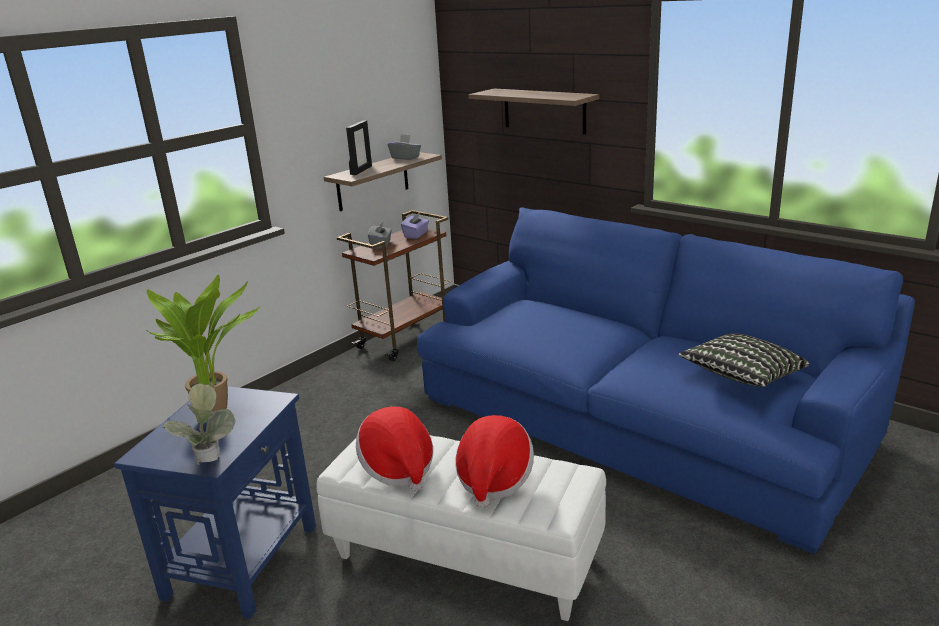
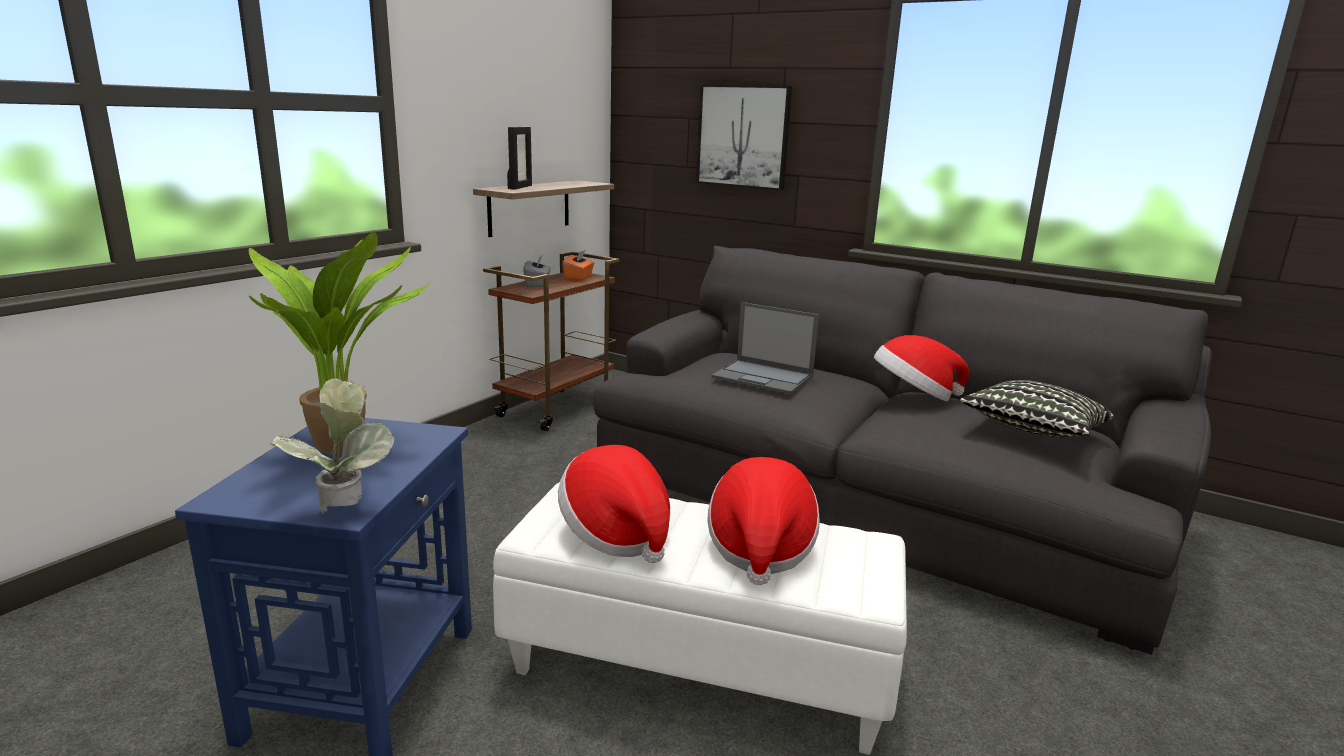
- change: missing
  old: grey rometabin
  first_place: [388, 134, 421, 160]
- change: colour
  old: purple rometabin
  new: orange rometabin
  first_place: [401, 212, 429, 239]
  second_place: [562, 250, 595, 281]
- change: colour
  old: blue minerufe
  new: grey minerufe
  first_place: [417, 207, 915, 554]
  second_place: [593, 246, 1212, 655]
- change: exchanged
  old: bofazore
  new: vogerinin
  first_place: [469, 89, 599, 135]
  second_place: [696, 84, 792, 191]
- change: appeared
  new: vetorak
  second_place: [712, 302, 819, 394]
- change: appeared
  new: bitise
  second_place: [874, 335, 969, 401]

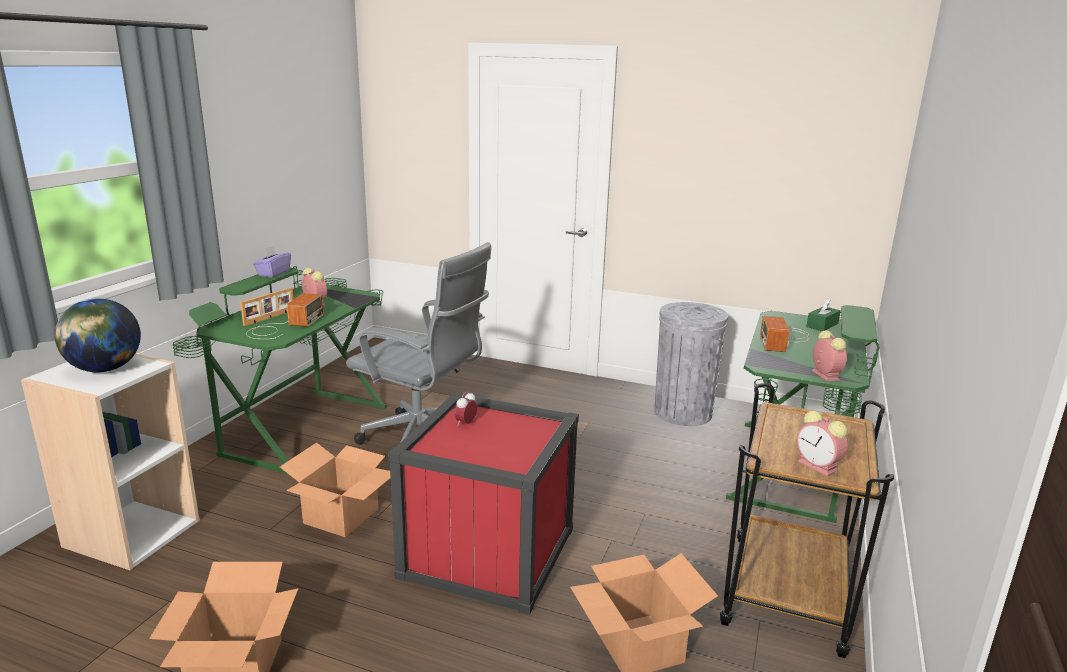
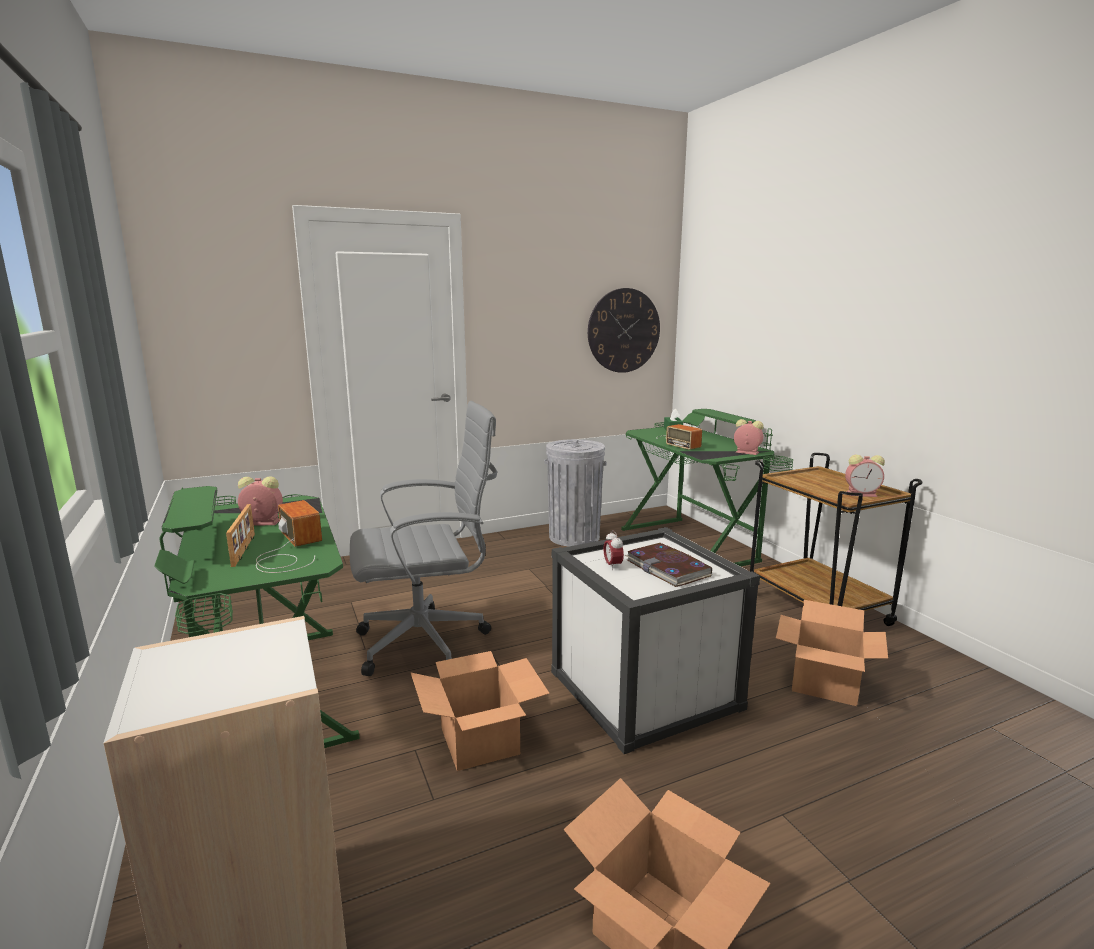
- change: missing
  old: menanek
  first_place: [55, 299, 141, 372]
- change: missing
  old: purple rometabin
  first_place: [253, 246, 291, 278]
- change: colour
  old: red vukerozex
  new: white vukerozex
  first_place: [388, 392, 579, 615]
  second_place: [551, 527, 760, 754]
- change: appeared
  new: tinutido
  second_place: [588, 288, 660, 373]
- change: appeared
  new: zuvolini
  second_place: [625, 543, 713, 587]

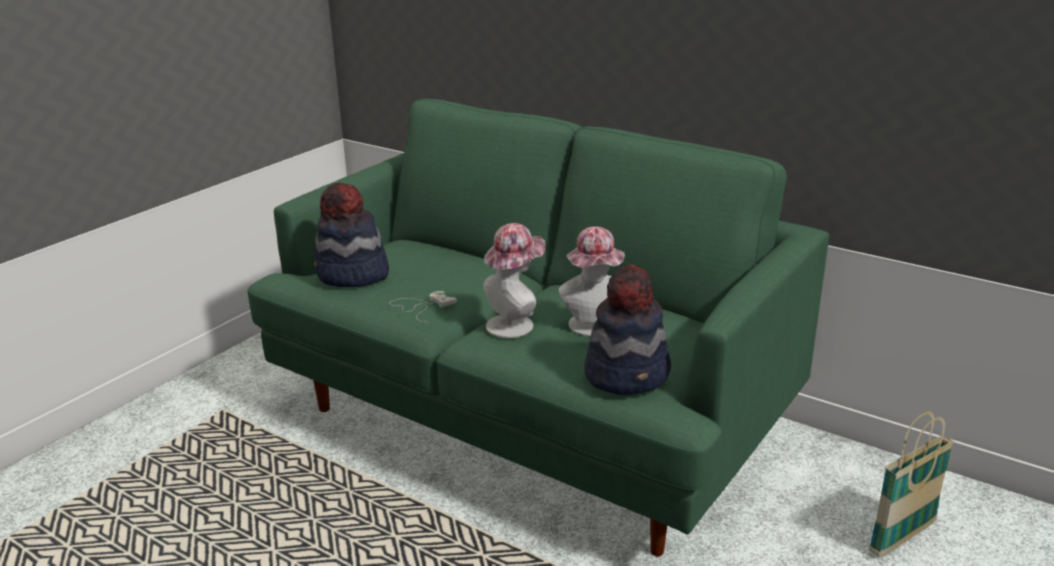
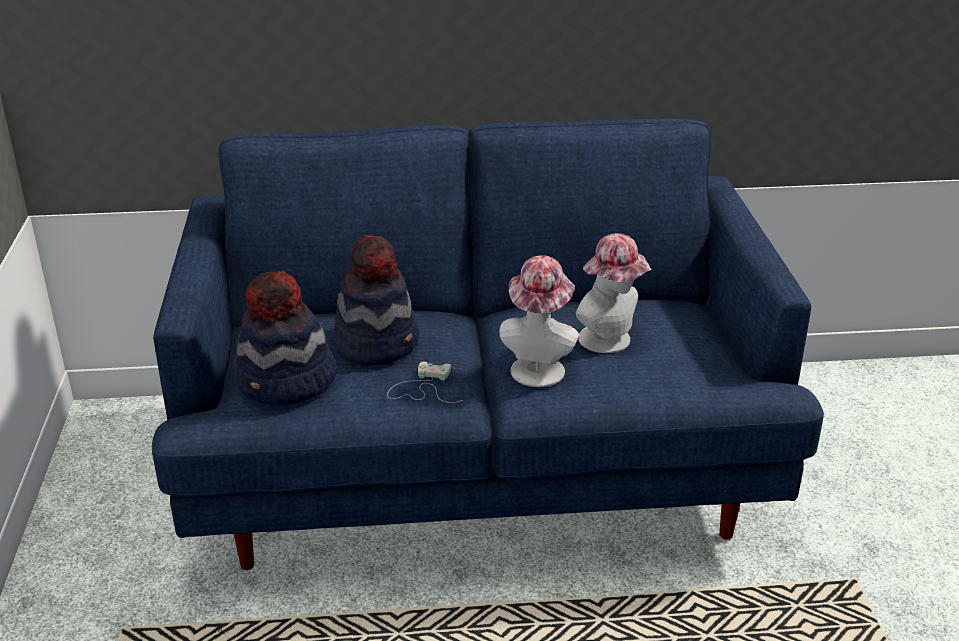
- change: colour
  old: green minerufe
  new: blue minerufe
  first_place: [248, 99, 829, 556]
  second_place: [152, 119, 824, 570]
- change: relocated
  old: bitise
  first_place: [584, 264, 671, 395]
  second_place: [333, 235, 419, 365]
- change: missing
  old: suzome
  first_place: [869, 412, 954, 557]

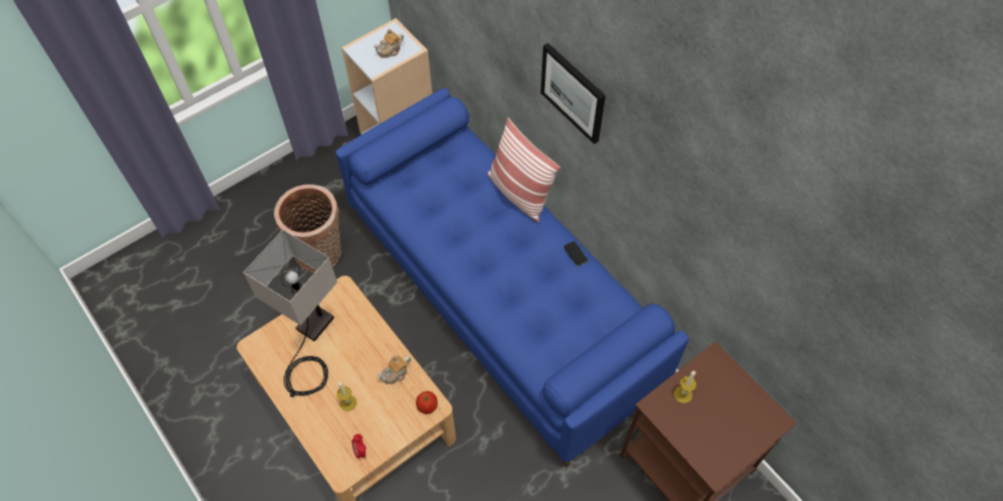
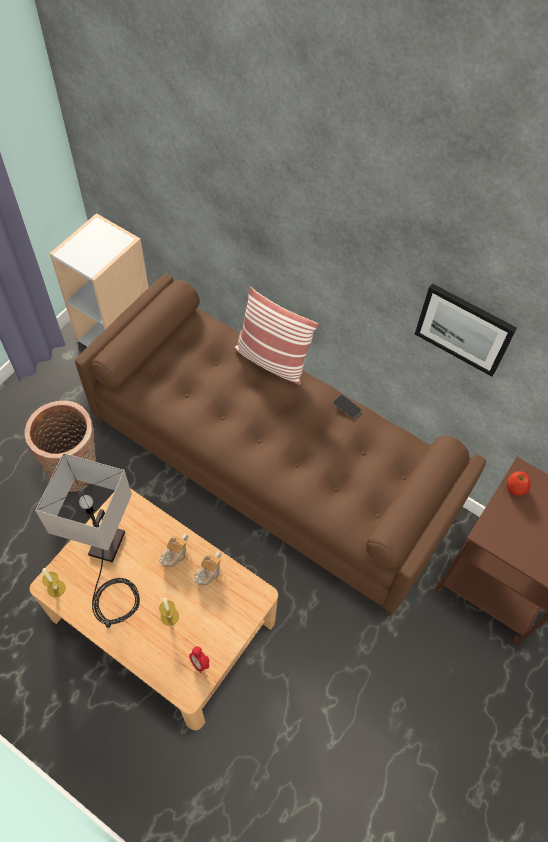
- change: colour
  old: blue minerufe
  new: brown minerufe
  first_place: [336, 88, 689, 467]
  second_place: [75, 273, 486, 617]
- change: relocated
  old: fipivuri
  first_place: [373, 29, 404, 58]
  second_place: [158, 534, 188, 567]
- change: relocated
  old: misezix
  first_place: [416, 391, 438, 414]
  second_place: [507, 471, 531, 496]
- change: relocated
  old: vogerinin
  first_place: [541, 43, 606, 144]
  second_place: [415, 283, 517, 377]
- change: relocated
  old: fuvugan
  first_place: [674, 371, 696, 403]
  second_place: [42, 568, 66, 597]

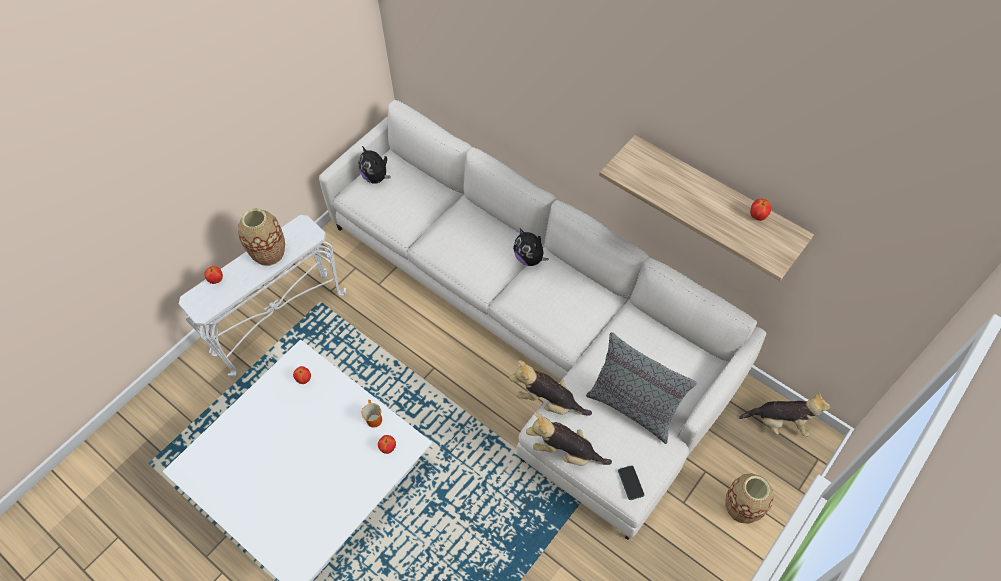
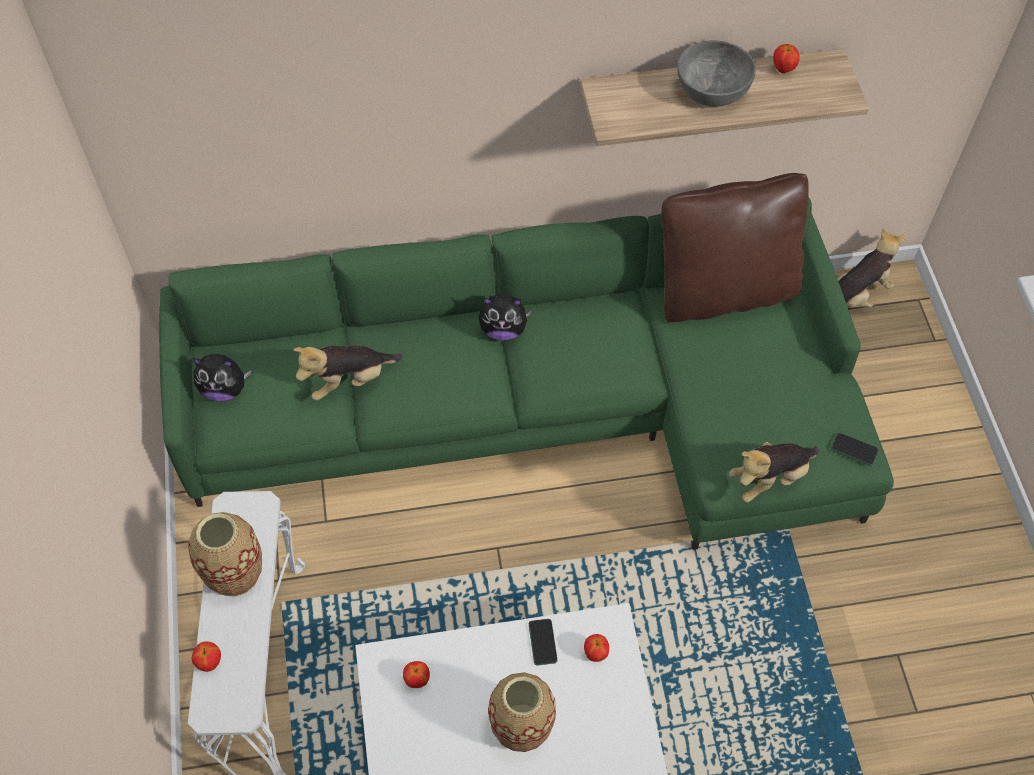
- change: colour
  old: white minerufe
  new: green minerufe
  first_place: [319, 100, 767, 540]
  second_place: [159, 197, 894, 550]
- change: exchanged
  old: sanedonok
  new: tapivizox
  first_place: [362, 400, 382, 428]
  second_place: [529, 619, 558, 666]
- change: relocated
  old: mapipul
  first_place: [509, 360, 592, 416]
  second_place: [293, 346, 403, 400]
- change: missing
  old: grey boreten
  first_place: [586, 332, 697, 444]
- change: relocated
  old: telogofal
  first_place: [725, 473, 774, 524]
  second_place: [488, 672, 556, 752]
- change: appeared
  new: brown boreten
  second_place: [661, 173, 809, 323]
- change: appeared
  new: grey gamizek
  second_place: [677, 40, 756, 107]

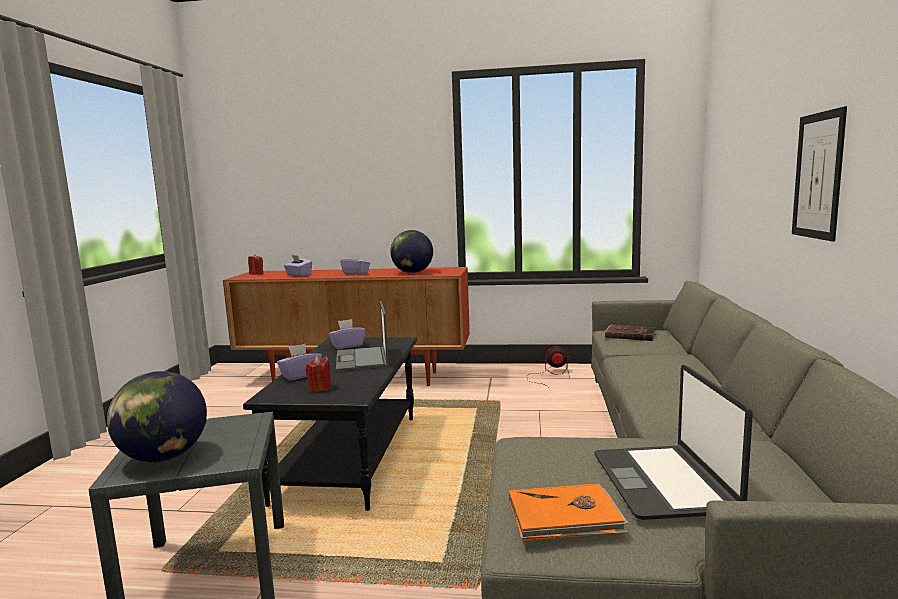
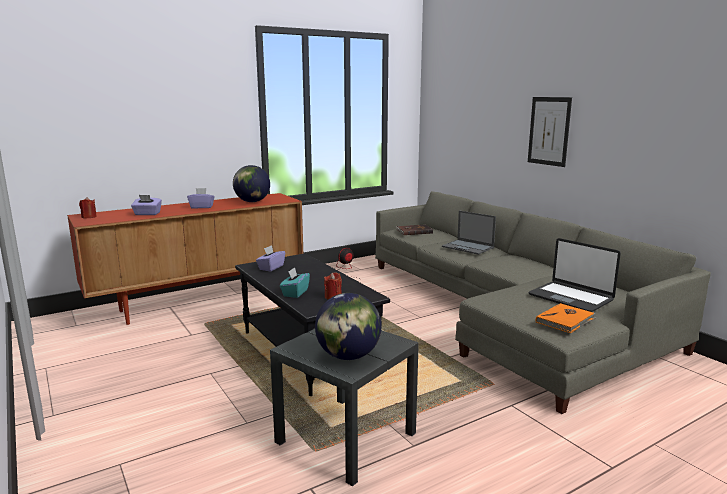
- change: colour
  old: purple rometabin
  new: turquoise rometabin
  first_place: [277, 344, 322, 381]
  second_place: [280, 267, 310, 298]
- change: relocated
  old: vetorak
  first_place: [336, 301, 389, 371]
  second_place: [442, 211, 496, 255]

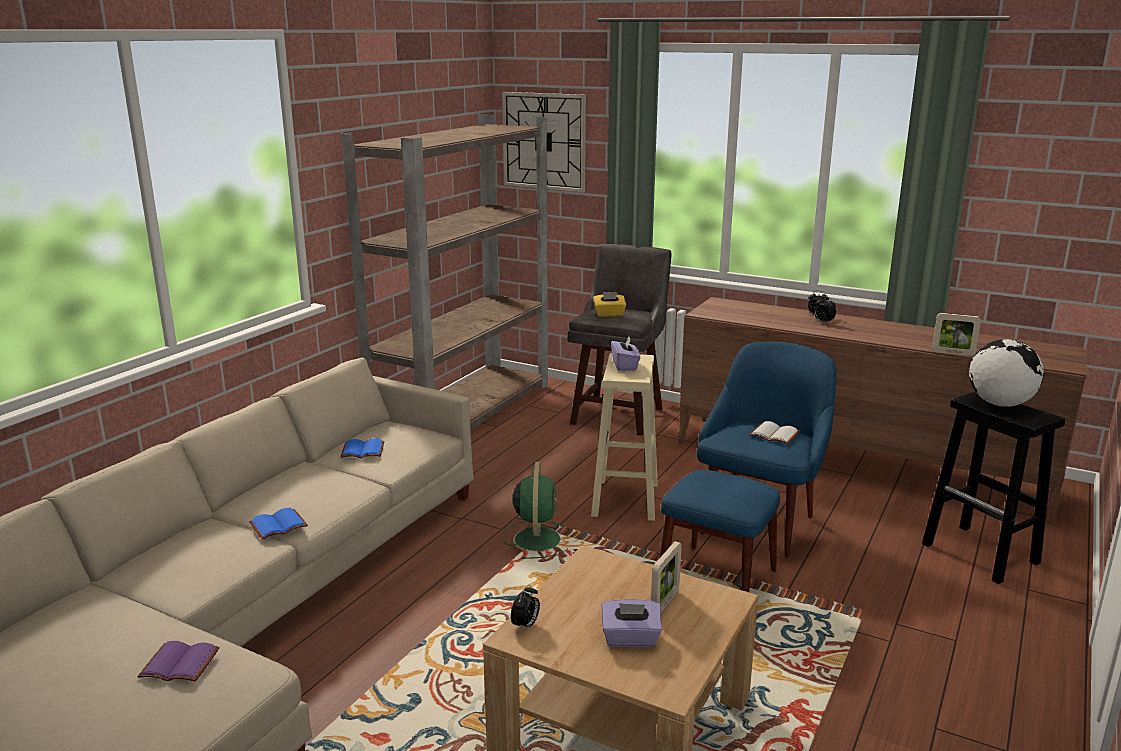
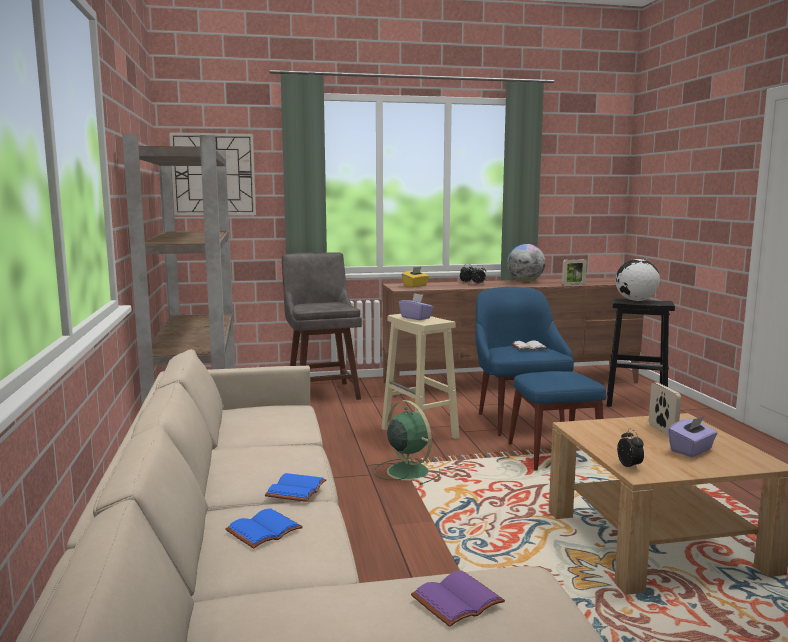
- change: relocated
  old: blue zuvolini
  first_place: [340, 438, 384, 458]
  second_place: [225, 508, 303, 549]
- change: relocated
  old: yellow rometabin
  first_place: [593, 292, 626, 317]
  second_place: [402, 267, 429, 287]
- change: appeared
  new: menanek
  second_place: [507, 244, 545, 282]

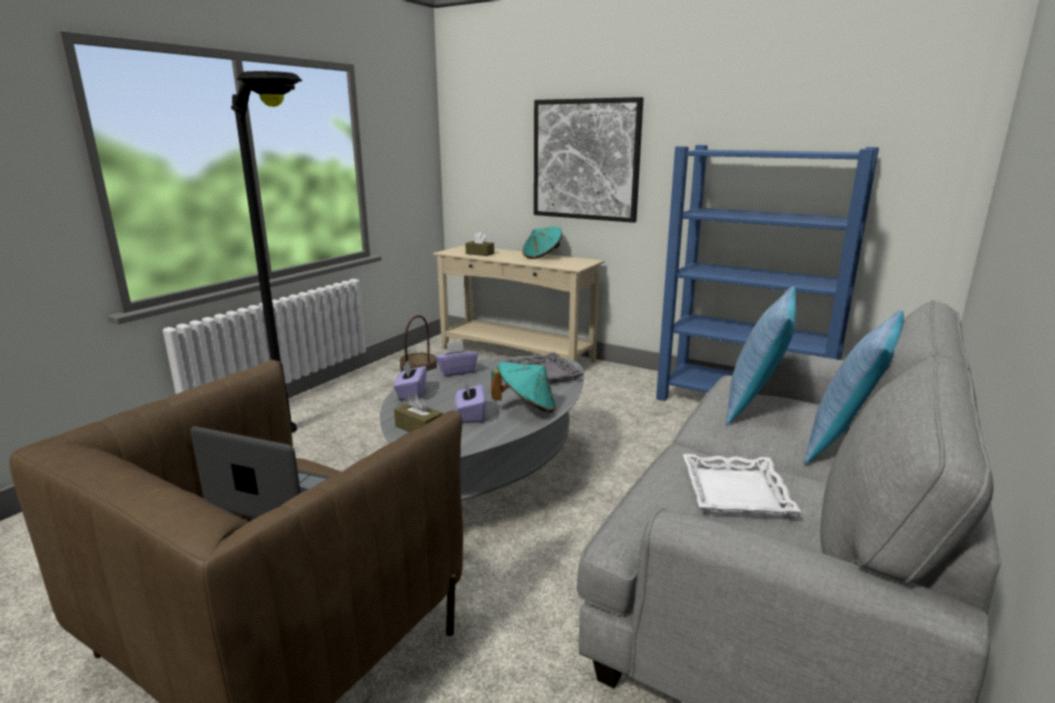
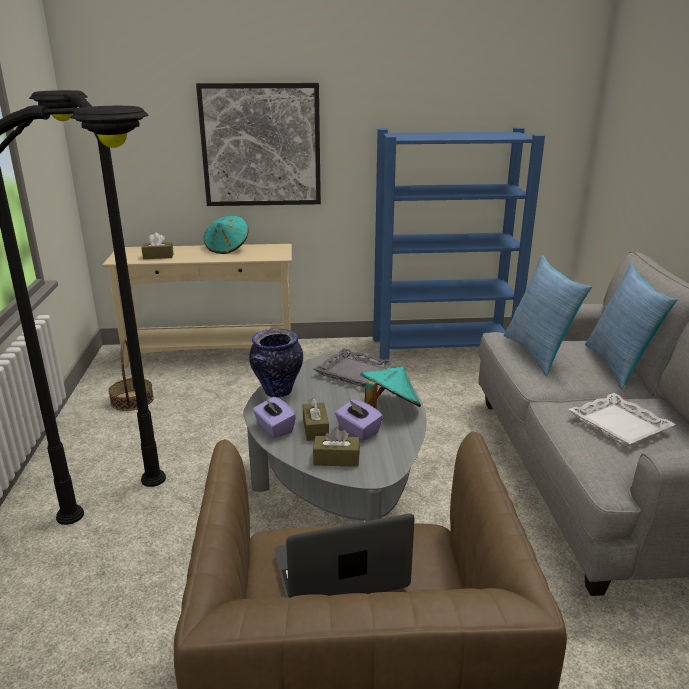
- change: exchanged
  old: purple rometabin
  new: telogofal
  first_place: [435, 341, 478, 376]
  second_place: [249, 328, 303, 398]
- change: appeared
  new: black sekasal
  second_place: [29, 90, 166, 487]
- change: appeared
  new: brown rometabin
  second_place: [303, 398, 329, 441]

